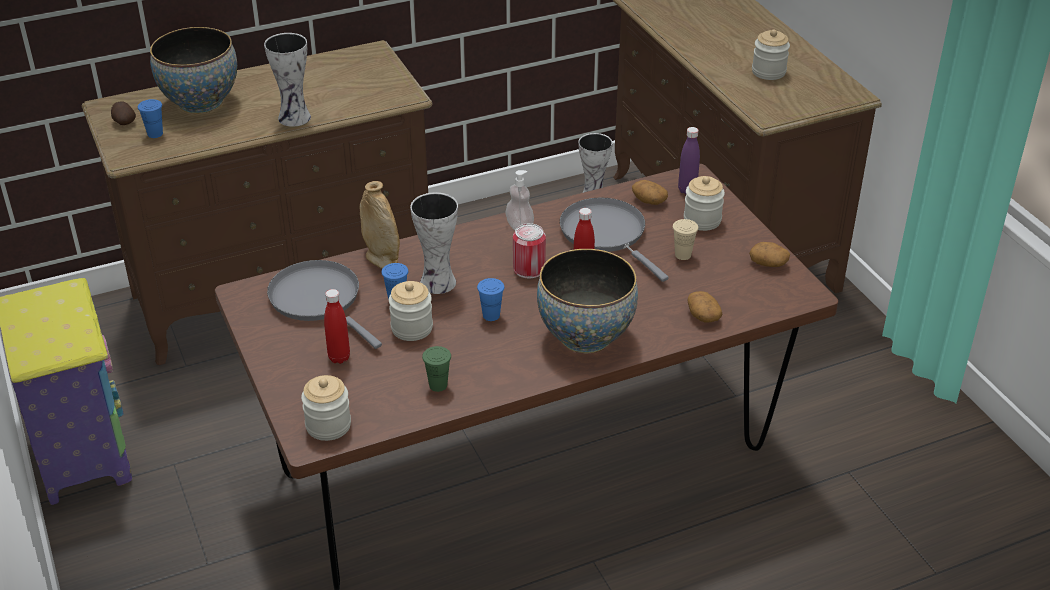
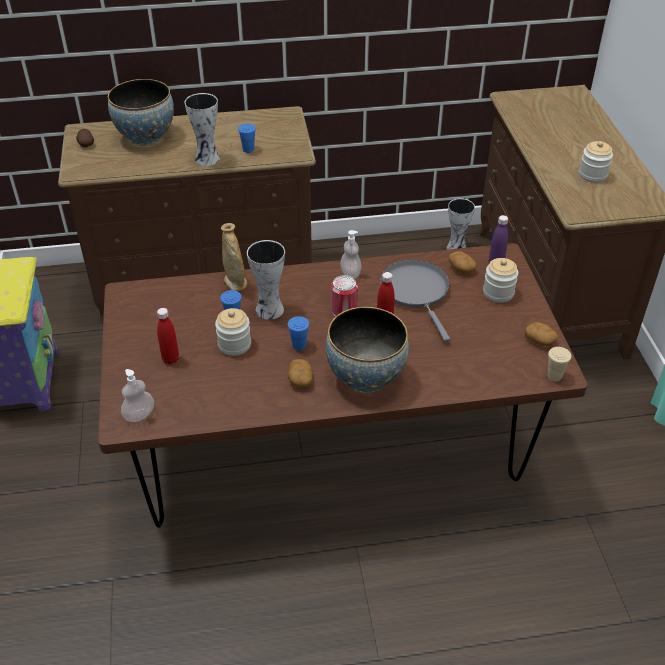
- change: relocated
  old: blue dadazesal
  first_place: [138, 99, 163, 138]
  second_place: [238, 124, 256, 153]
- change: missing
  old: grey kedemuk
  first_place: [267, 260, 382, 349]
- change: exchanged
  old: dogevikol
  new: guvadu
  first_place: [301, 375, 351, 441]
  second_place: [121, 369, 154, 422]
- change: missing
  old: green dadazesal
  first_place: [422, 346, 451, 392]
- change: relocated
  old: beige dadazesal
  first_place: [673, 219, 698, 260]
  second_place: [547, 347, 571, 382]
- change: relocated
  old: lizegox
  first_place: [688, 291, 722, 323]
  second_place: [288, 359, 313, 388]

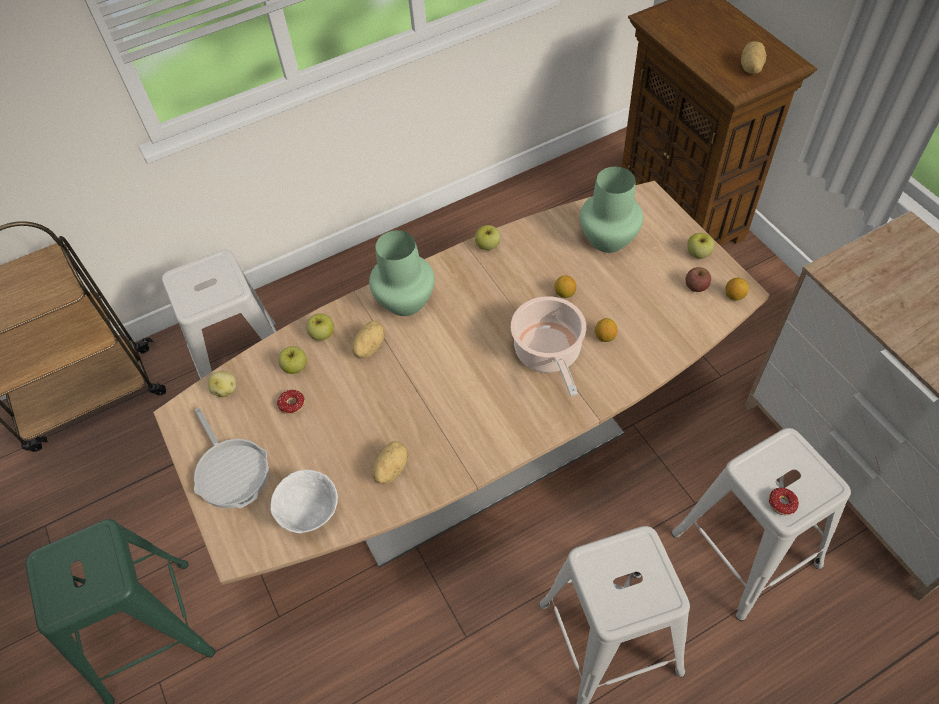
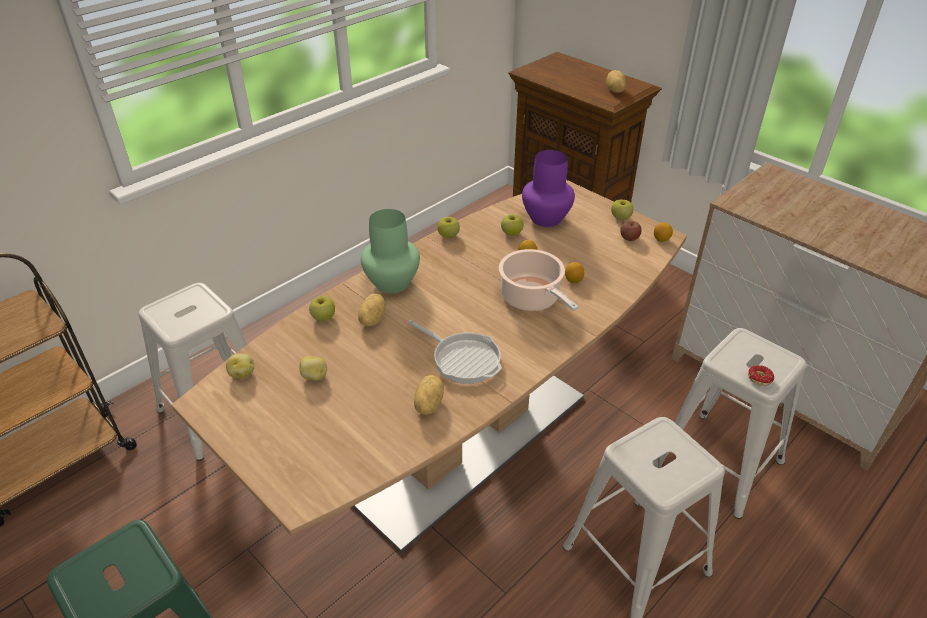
- change: relocated
  old: kedemuk
  first_place: [194, 408, 269, 508]
  second_place: [408, 320, 502, 384]
- change: missing
  old: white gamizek
  first_place: [270, 470, 338, 533]
- change: exchanged
  old: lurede
  new: lizegox
  first_place: [277, 390, 305, 414]
  second_place: [299, 356, 327, 381]
- change: relocated
  old: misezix
  first_place: [278, 346, 307, 374]
  second_place: [501, 214, 523, 236]
- change: colour
  old: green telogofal
  new: purple telogofal
  first_place: [580, 167, 643, 253]
  second_place: [522, 150, 575, 227]

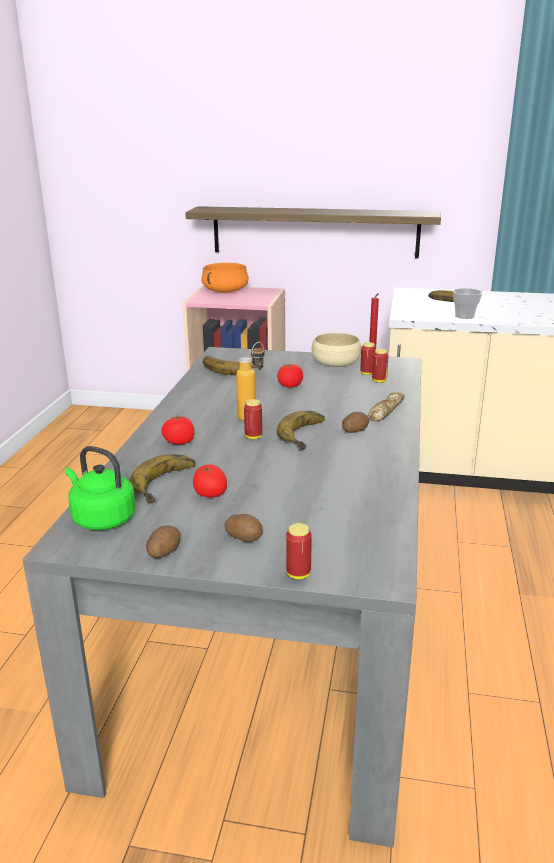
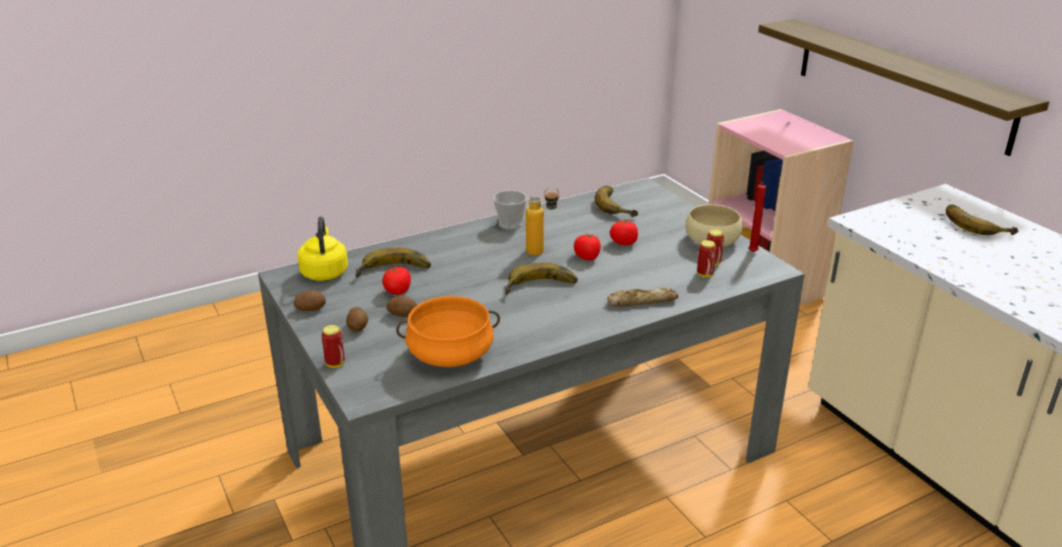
- change: colour
  old: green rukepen
  new: yellow rukepen
  first_place: [65, 446, 136, 530]
  second_place: [297, 216, 348, 281]
- change: relocated
  old: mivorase
  first_place: [161, 415, 194, 444]
  second_place: [574, 233, 601, 261]
- change: relocated
  old: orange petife
  first_place: [201, 263, 249, 293]
  second_place: [396, 296, 500, 367]
- change: missing
  old: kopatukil
  first_place: [244, 399, 262, 439]
- change: relocated
  old: lizegox
  first_place: [342, 412, 369, 433]
  second_place: [387, 296, 417, 317]
- change: relocated
  old: dadazesal
  first_place: [453, 288, 482, 319]
  second_place: [493, 190, 527, 230]

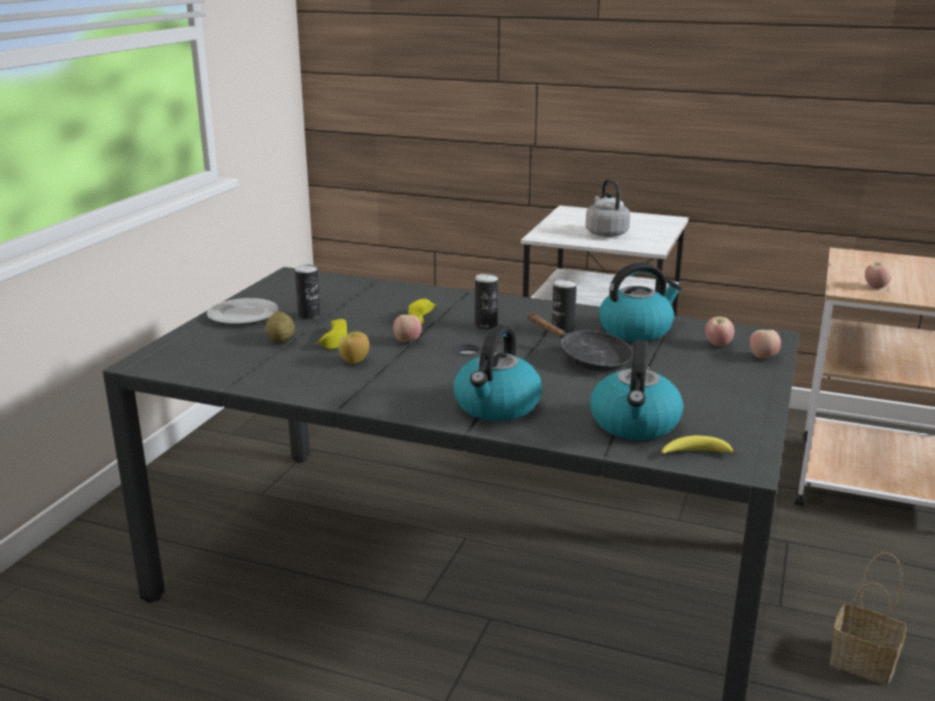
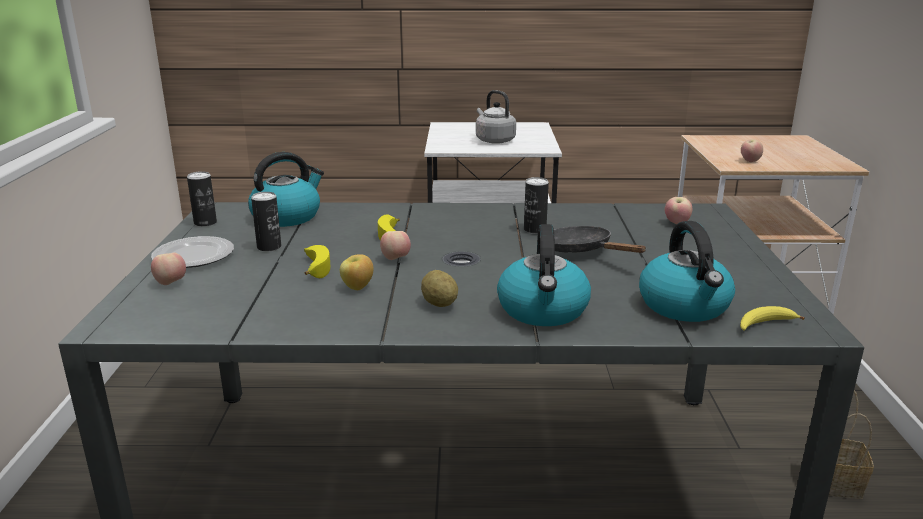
- change: relocated
  old: lizegox
  first_place: [265, 311, 295, 342]
  second_place: [421, 270, 458, 307]
- change: relocated
  old: kopatukil
  first_place: [475, 274, 498, 330]
  second_place: [187, 171, 217, 227]
- change: spun
  old: black kedemuk
  first_place: [527, 313, 633, 372]
  second_place: [554, 226, 647, 253]
  degrees: -150
- change: relocated
  old: rukepen
  first_place: [599, 262, 682, 341]
  second_place: [248, 152, 324, 227]
- change: relocated
  old: misezix
  first_place: [750, 330, 781, 359]
  second_place: [151, 253, 186, 285]

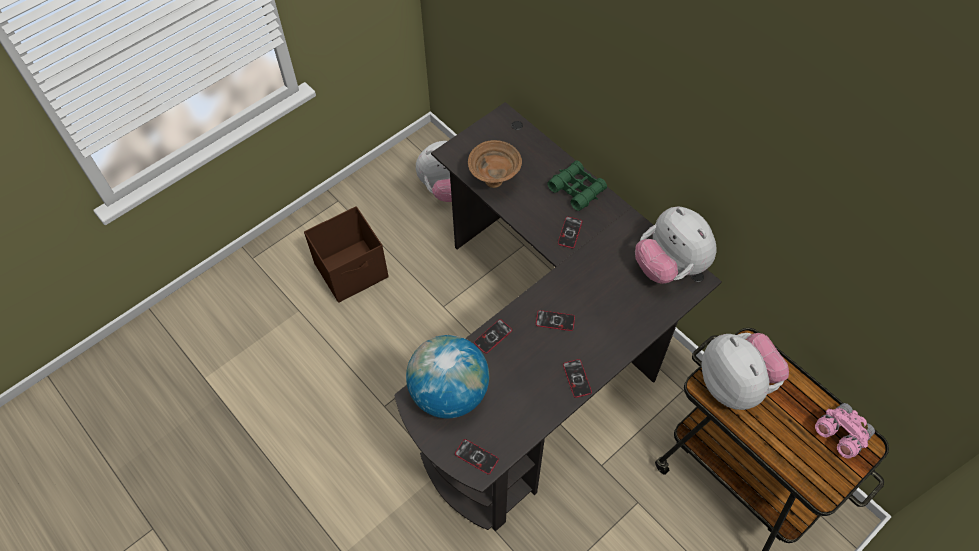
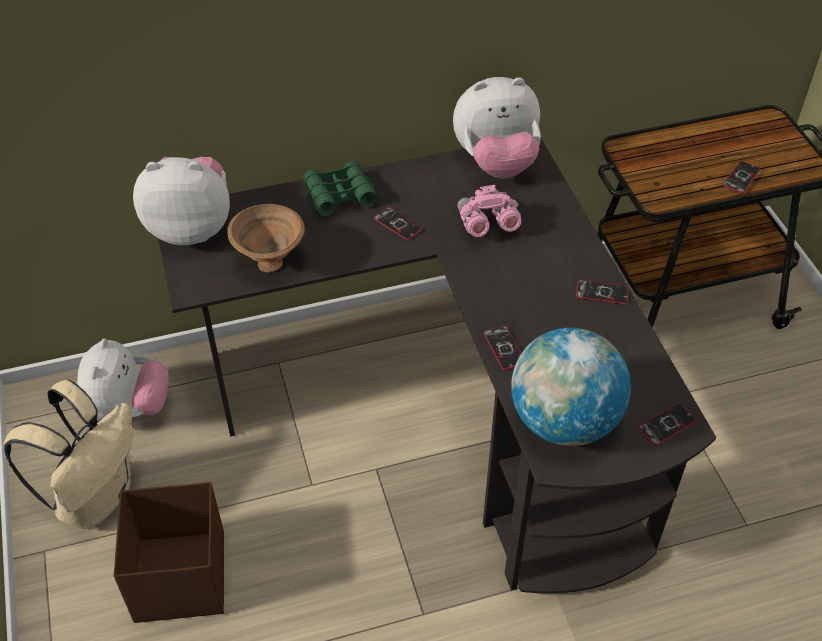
- change: relocated
  old: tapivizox
  first_place: [536, 310, 575, 331]
  second_place: [723, 161, 760, 194]
- change: relocated
  old: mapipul
  first_place: [701, 333, 789, 410]
  second_place: [133, 157, 230, 245]
- change: relocated
  old: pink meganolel
  first_place: [815, 403, 875, 458]
  second_place: [457, 185, 521, 237]
- change: appeared
  new: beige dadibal
  second_place: [4, 380, 133, 530]

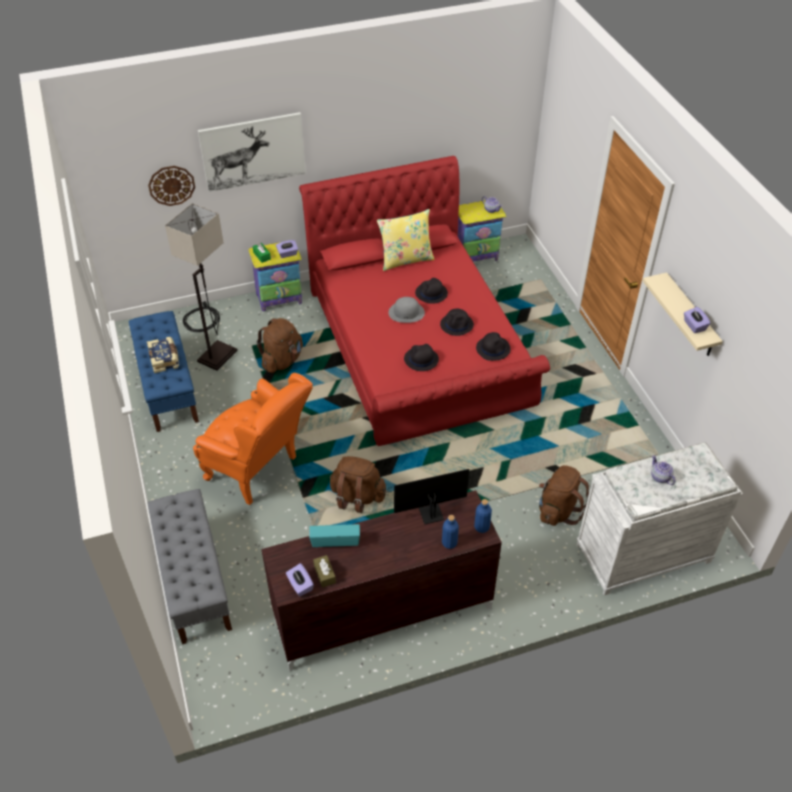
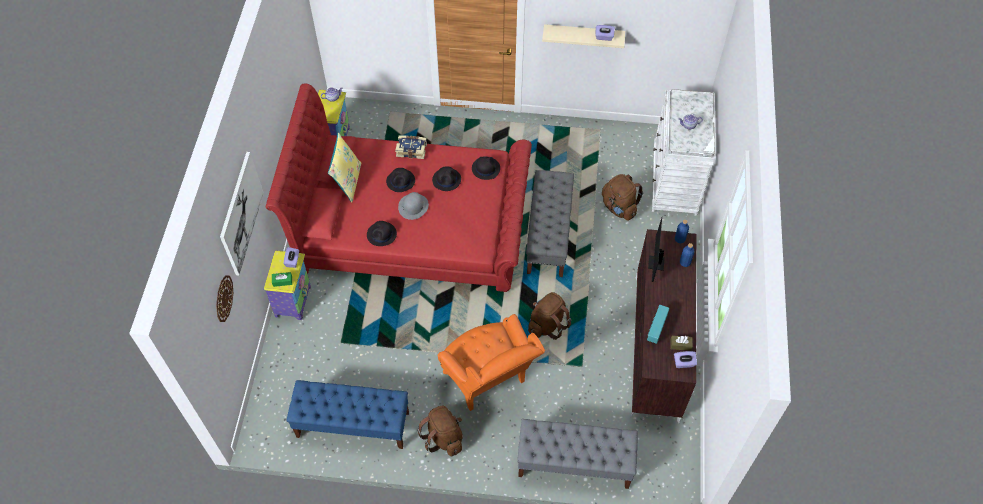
- change: relocated
  old: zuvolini
  first_place: [147, 337, 179, 373]
  second_place: [395, 135, 427, 159]
- change: missing
  old: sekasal
  first_place: [165, 203, 237, 371]
- change: spun
  old: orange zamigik
  first_place: [193, 373, 313, 505]
  second_place: [438, 314, 545, 411]
  degrees: 90
- change: relocated
  old: brown dadibal
  first_place: [256, 318, 303, 373]
  second_place: [417, 406, 463, 456]
- change: relocated
  old: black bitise
  first_place: [404, 344, 439, 371]
  second_place: [367, 221, 397, 246]
- change: appeared
  new: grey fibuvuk
  second_place: [526, 170, 574, 277]

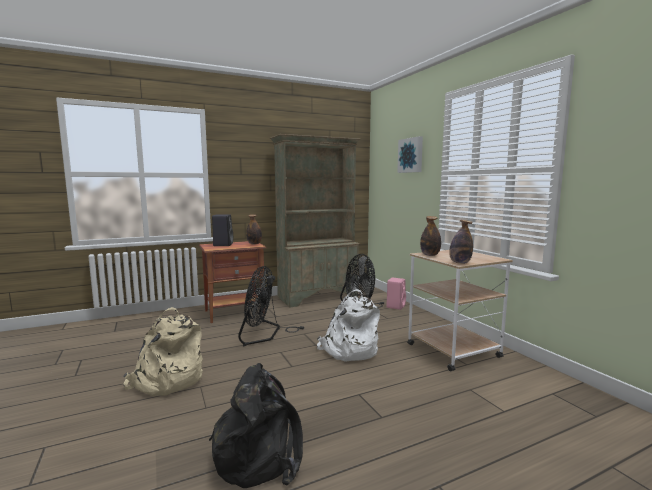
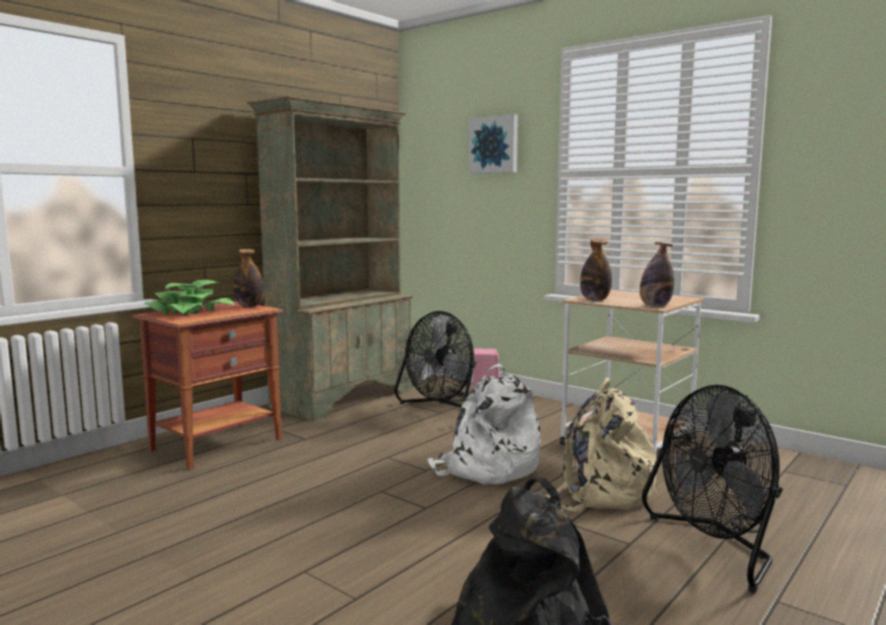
- change: relocated
  old: beige dadibal
  first_place: [123, 307, 203, 396]
  second_place: [546, 377, 657, 512]
- change: exchanged
  old: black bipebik
  new: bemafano
  first_place: [212, 214, 233, 246]
  second_place: [144, 280, 235, 315]
- change: relocated
  old: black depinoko
  first_place: [238, 266, 304, 347]
  second_place: [642, 385, 783, 594]

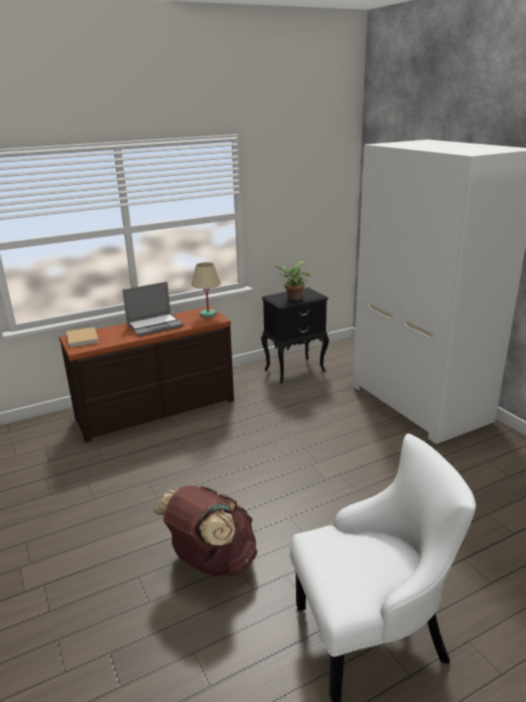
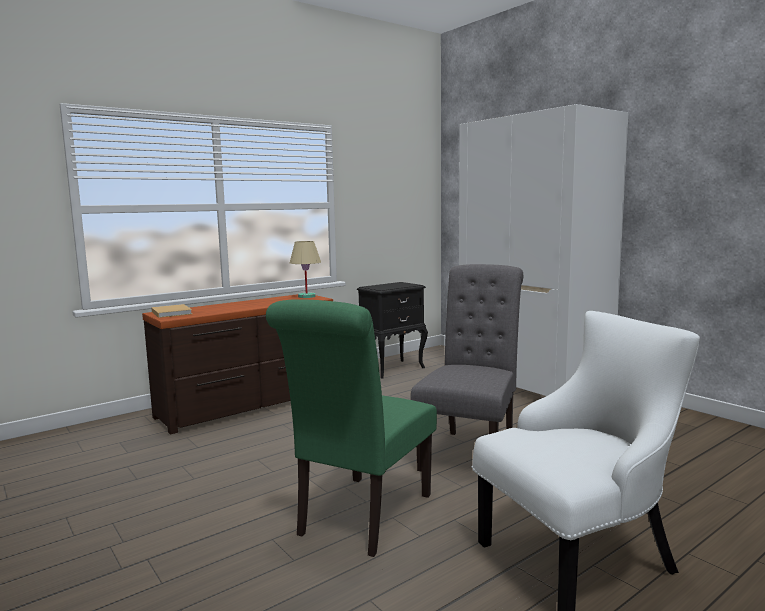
- change: missing
  old: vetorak
  first_place: [122, 282, 183, 336]
- change: exchanged
  old: brown dadibal
  new: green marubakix
  first_place: [152, 486, 257, 577]
  second_place: [266, 299, 437, 557]
- change: missing
  old: bemafano
  first_place: [275, 261, 310, 300]
- change: appeared
  new: grey marubakix
  second_place: [411, 264, 523, 471]

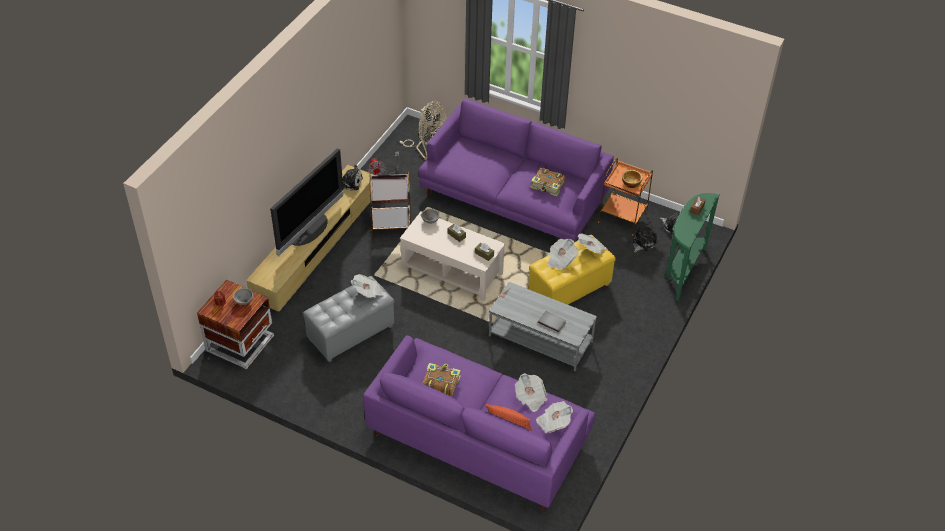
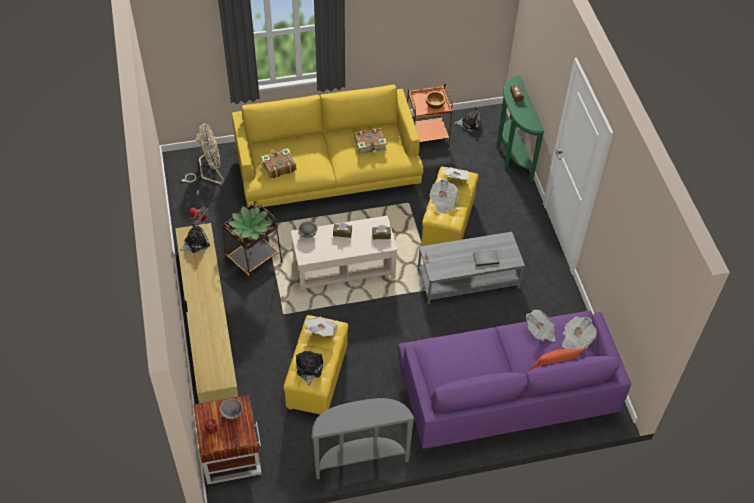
- change: missing
  old: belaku
  first_place: [270, 148, 344, 256]
- change: colour
  old: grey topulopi
  new: yellow topulopi
  first_place: [303, 276, 394, 362]
  second_place: [283, 315, 348, 414]
- change: colour
  old: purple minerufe
  new: yellow minerufe
  first_place: [418, 98, 614, 242]
  second_place: [232, 84, 423, 208]
- change: relocated
  old: zuvolini
  first_place: [422, 363, 461, 396]
  second_place: [261, 148, 296, 178]
- change: relocated
  old: mapipul
  first_place: [632, 225, 657, 253]
  second_place: [296, 351, 323, 386]
- change: appeared
  new: bemafano
  second_place: [227, 206, 274, 242]
- change: appeared
  new: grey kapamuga
  second_place: [311, 398, 415, 480]

